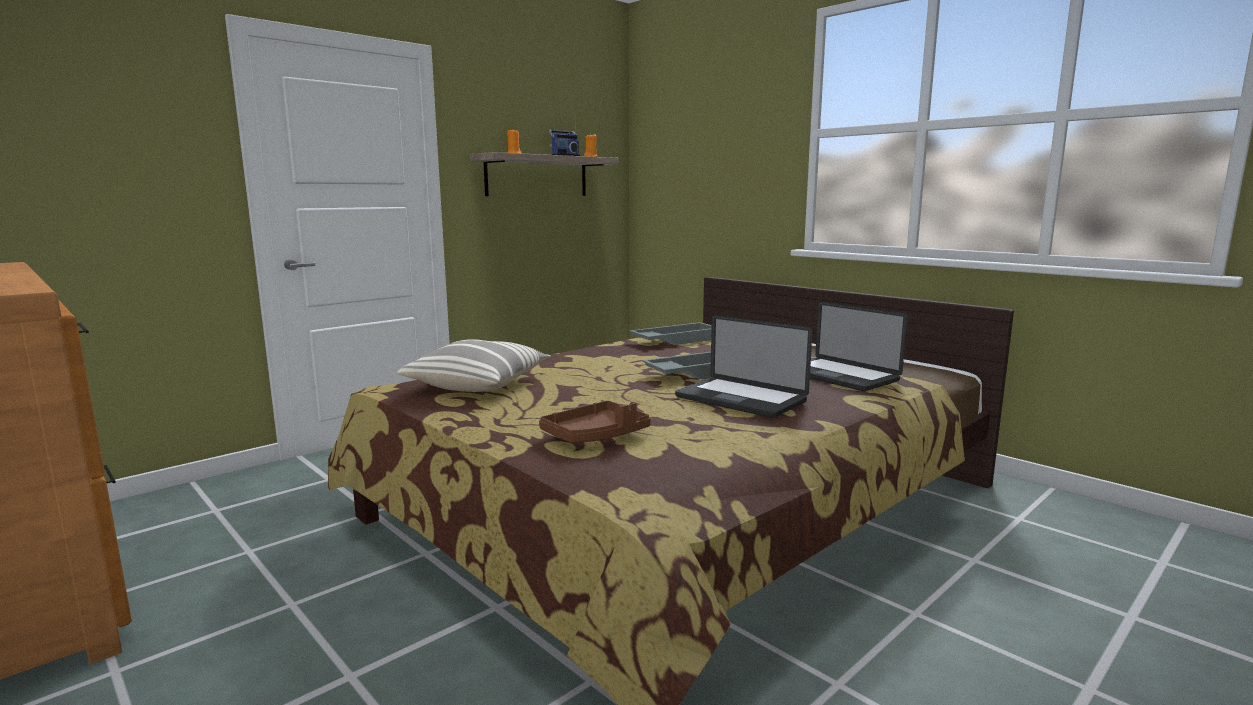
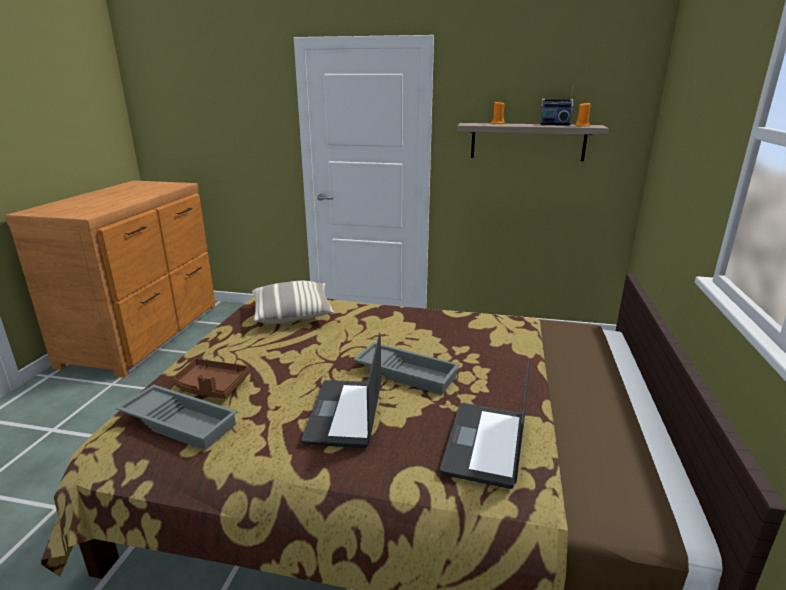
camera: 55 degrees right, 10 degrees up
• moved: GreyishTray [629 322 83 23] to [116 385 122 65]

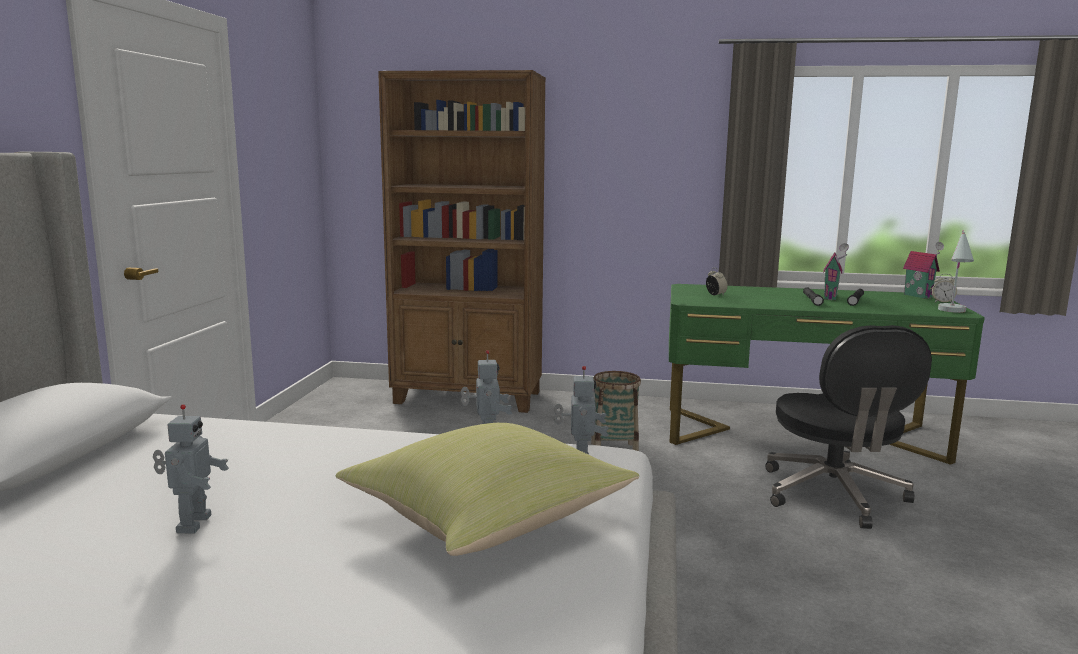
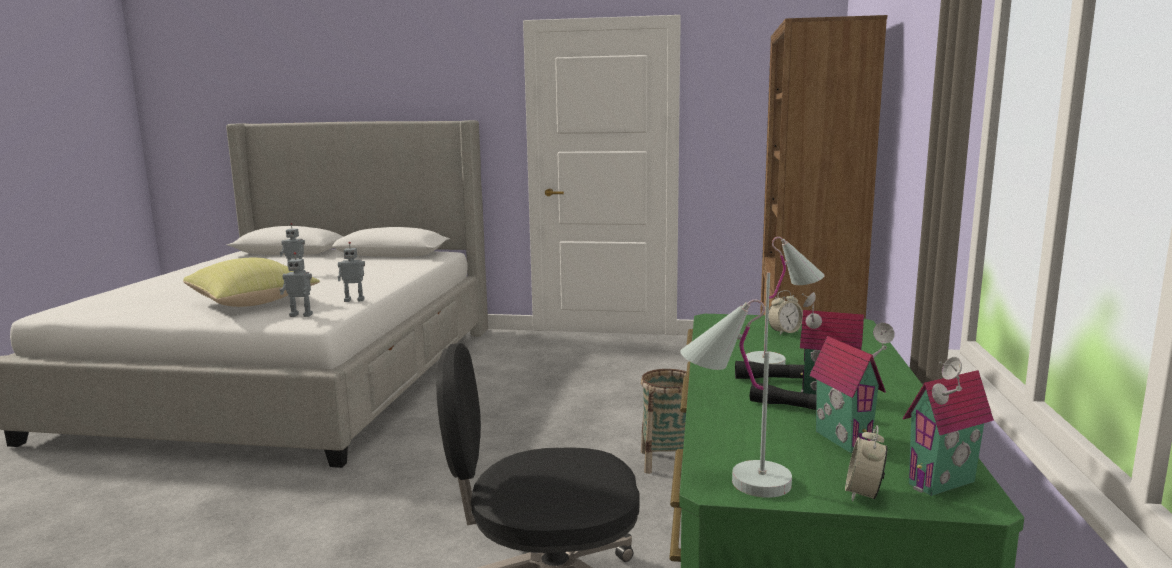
camera: 90 degrees right, 0 degrees up
• added: WhitishLampForATable [746 237 79 128]
• added: MiniatureHouse [809 323 86 130]

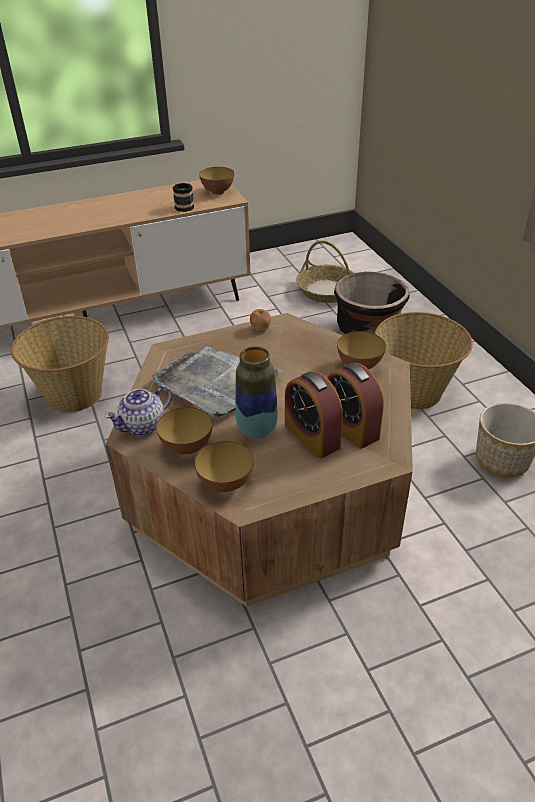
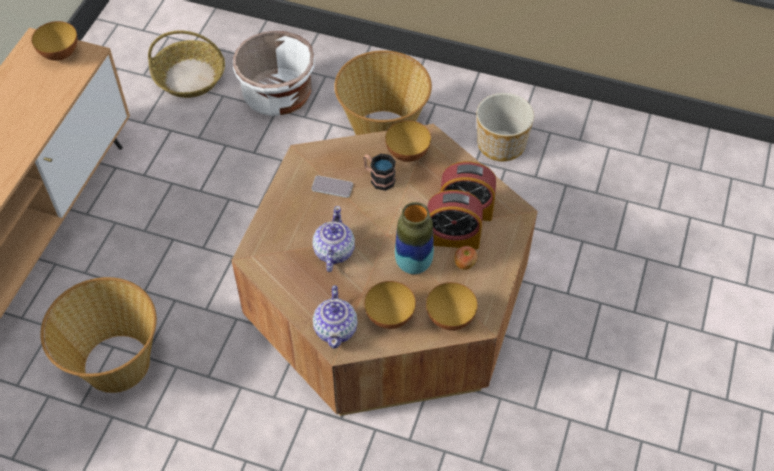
camera: 50 degrees left, 15 degrees up
• moved: Mug [173 182 21 30] to [363 154 33 37]
• recoloured: BlackishFlowerPot [334 272 76 62] to WhitishFlowerPot [233 31 82 85]
• moved: Apple [250 309 21 22] to [454 246 23 24]
• replaced: GreyishTray [152 346 131 71] to TeaPot [313 206 42 66]
• added: Telephone [312 176 41 22]

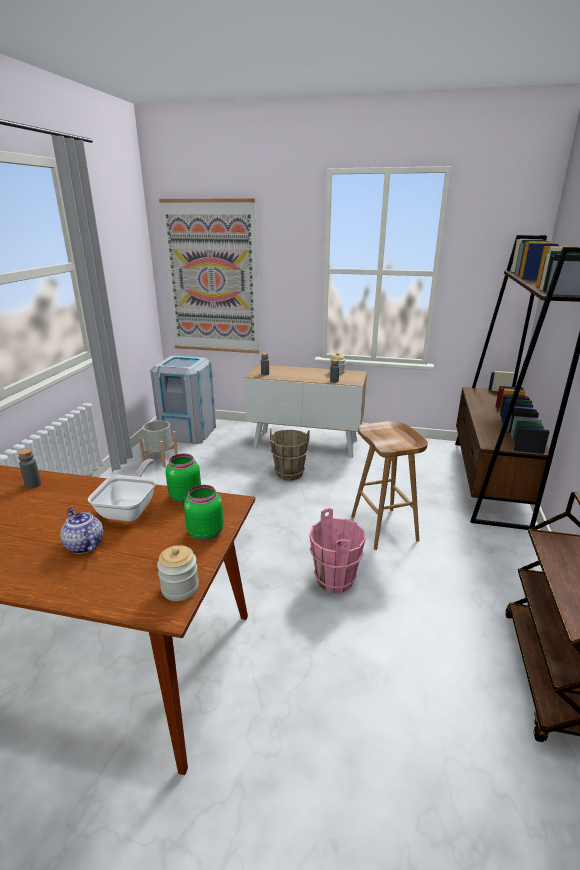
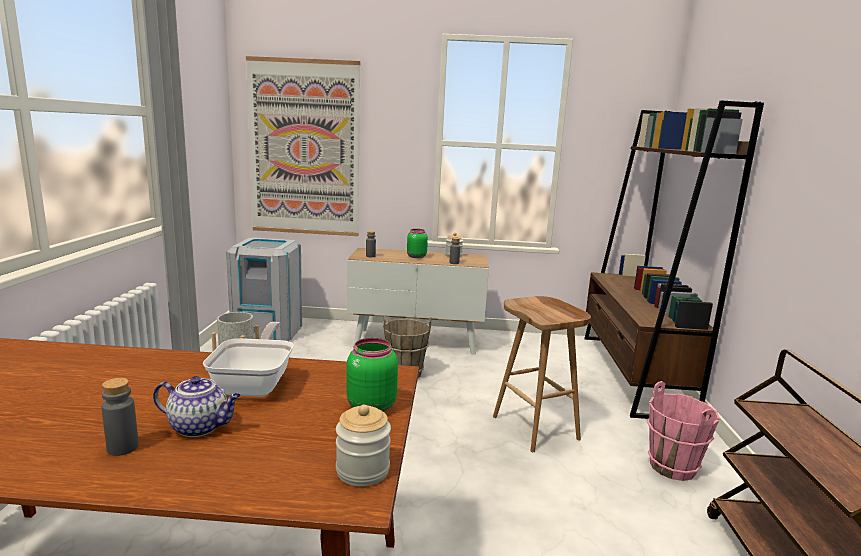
camera: 10 degrees left, 10 degrees down
• moved: GreyishBottle [18 449 23 40] to [101 378 38 78]
• moved: GreenStorageJar [166 454 35 49] to [407 229 21 29]
• turned: TeaPot [60 508 43 46] = [153 376 88 61] 150 degrees clockwise
• moved: PinkPail [309 508 57 85] to [647 381 73 100]

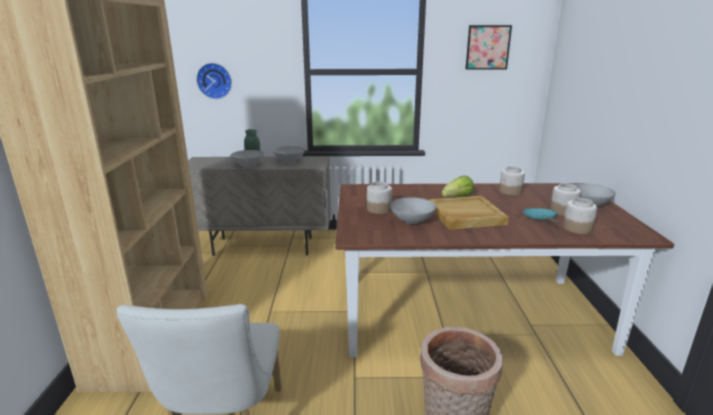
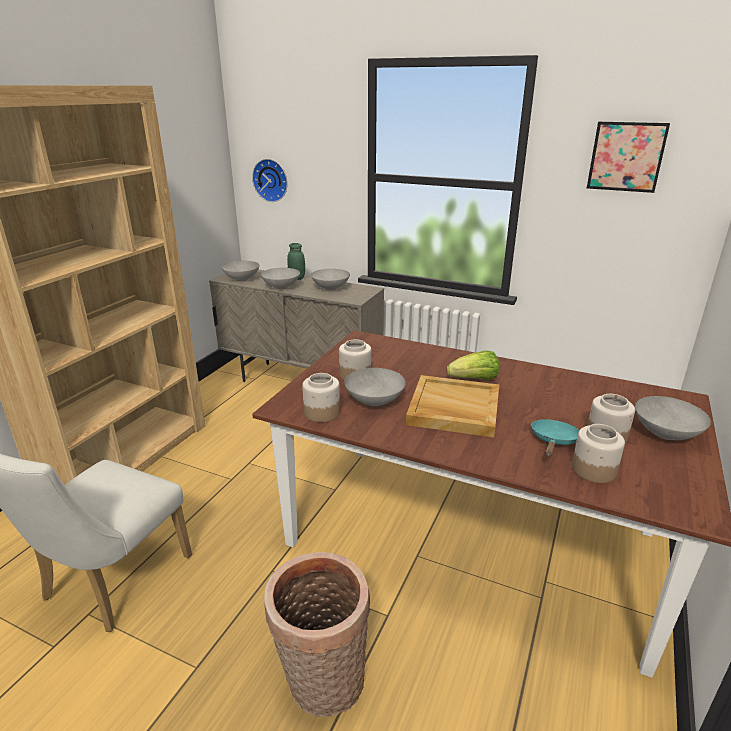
camera: 25 degrees right, 5 degrees up
• moved: StorageJar [499 166 26 29] to [302 373 38 49]
• added: GreyishBowl [222 261 38 20]

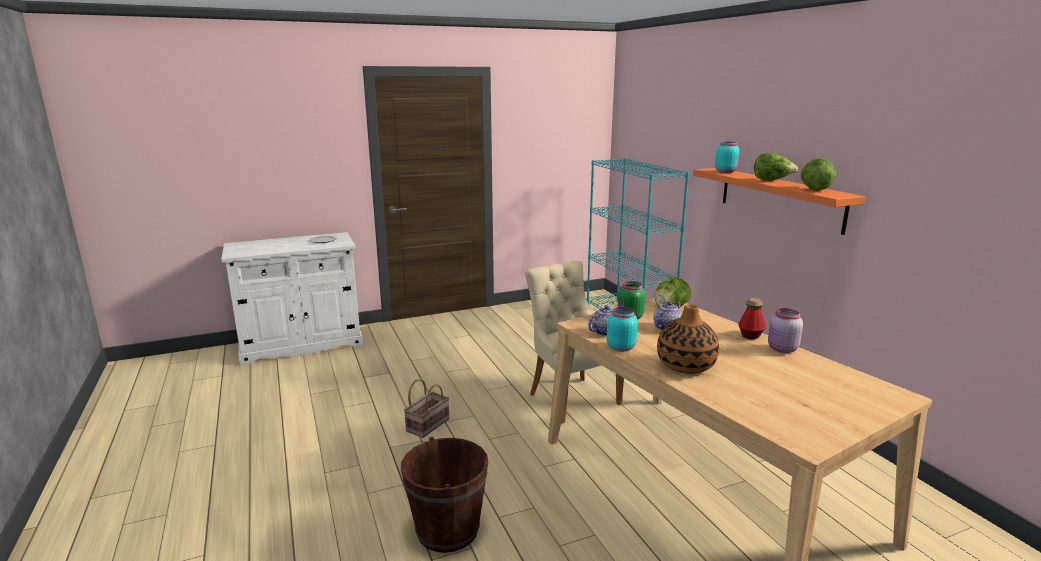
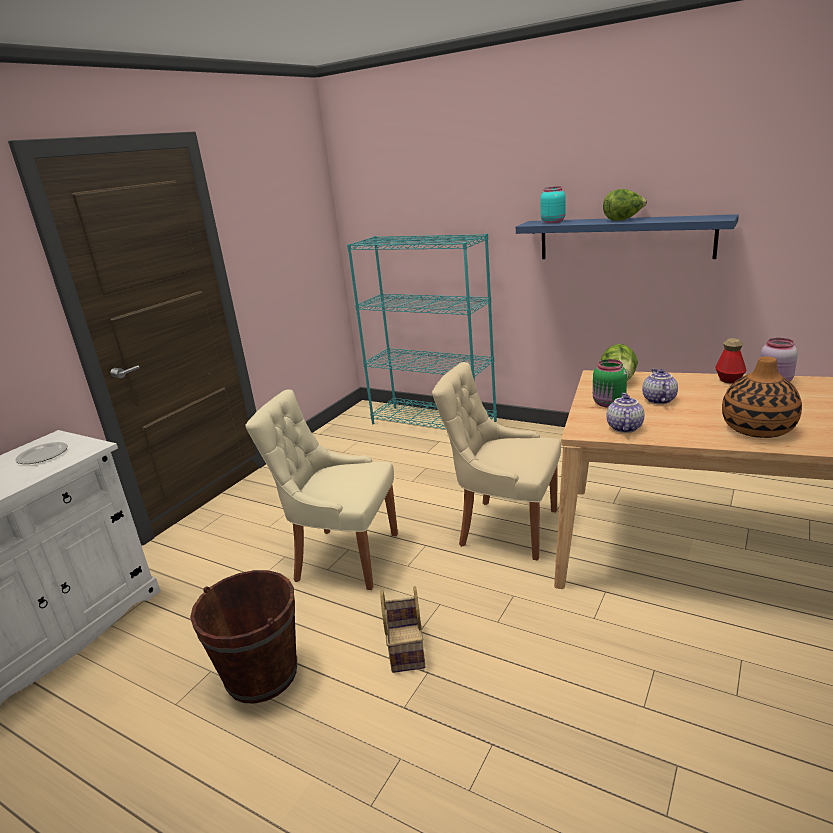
camera: 35 degrees left, 5 degrees up
• removed: LettuceHead [801 158 35 33]
• recoloured: OrangeColouredShelf [693 168 173 67] to BlueShelf [516 214 223 45]
• removed: BlueGreenStorageJar [607 307 31 45]
• moved: BrownPail [401 437 87 116] to [190 570 107 134]
• added: SandColouredChair [246 389 152 201]

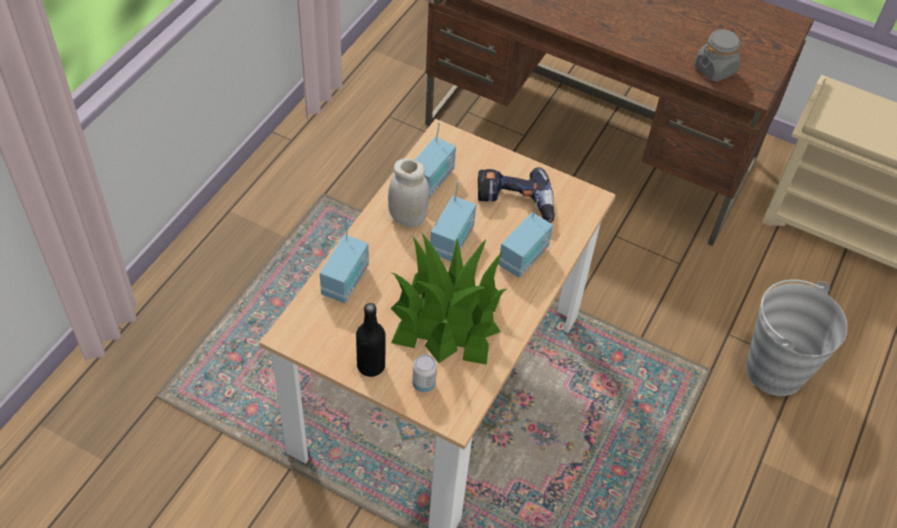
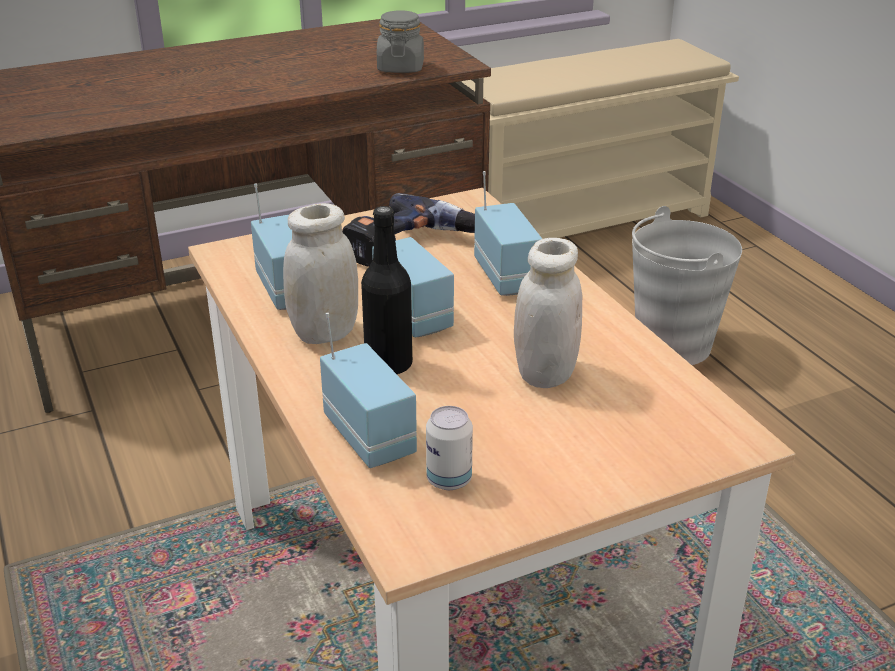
camera: 50 degrees left, 20 degrees down
• replaced: PlantInAPot [390 232 118 133] to WhitishStorageJar [514 238 68 150]
• moved: BlackishBottle [356 303 29 74] to [361 206 52 168]
• moved: Can [412 354 25 39] to [426 406 47 84]

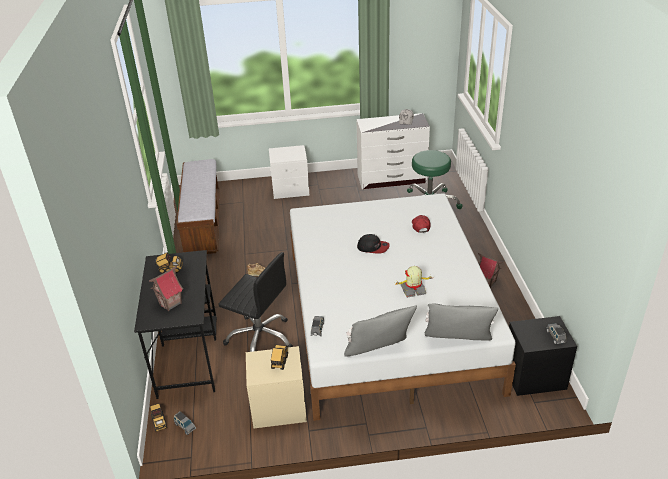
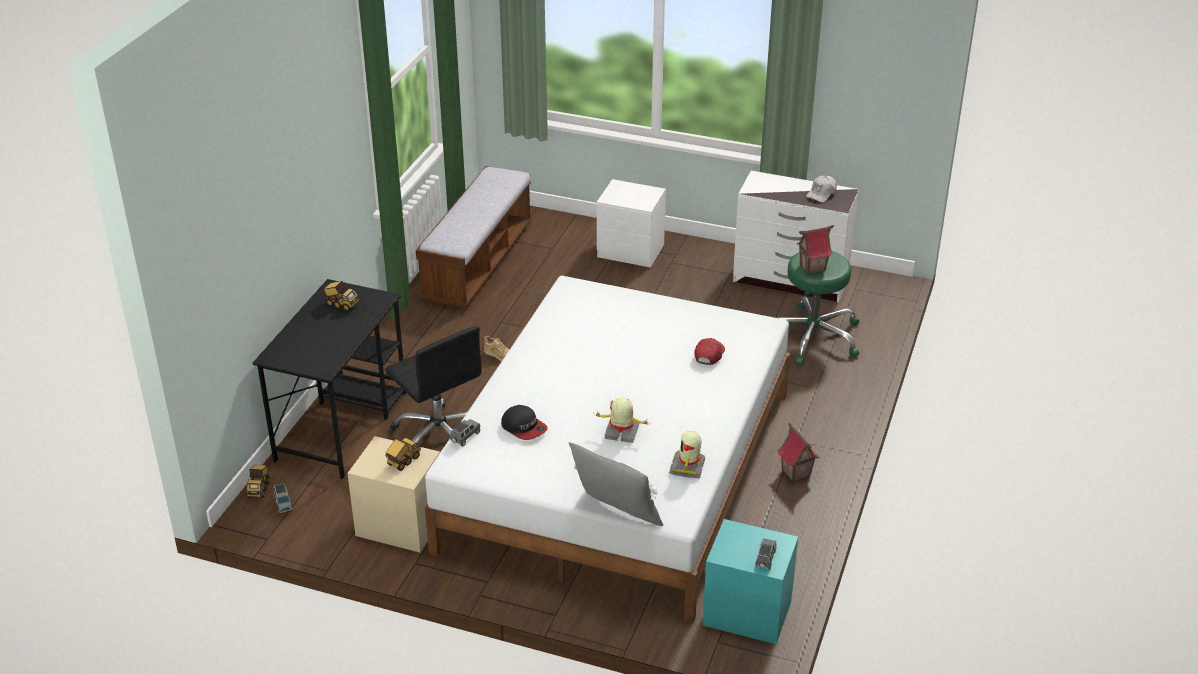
camera: 25 degrees right, 0 degrees up
• moved: BaseballCap [357 234 33 20] to [501 405 47 35]
• moved: MiniatureHouse [149 265 34 46] to [797 225 37 50]
• removed: GreyishCushion [344 306 73 51]
• recoloured: BlackishNightTable [509 316 68 80] to BlueGreenNightTable [702 519 96 125]
• added: ToyRobot [669 431 36 47]

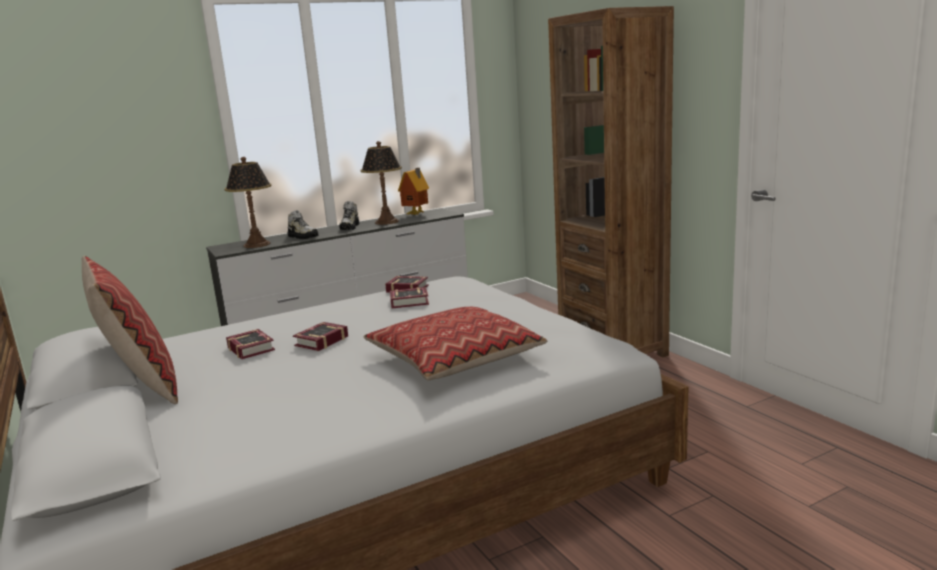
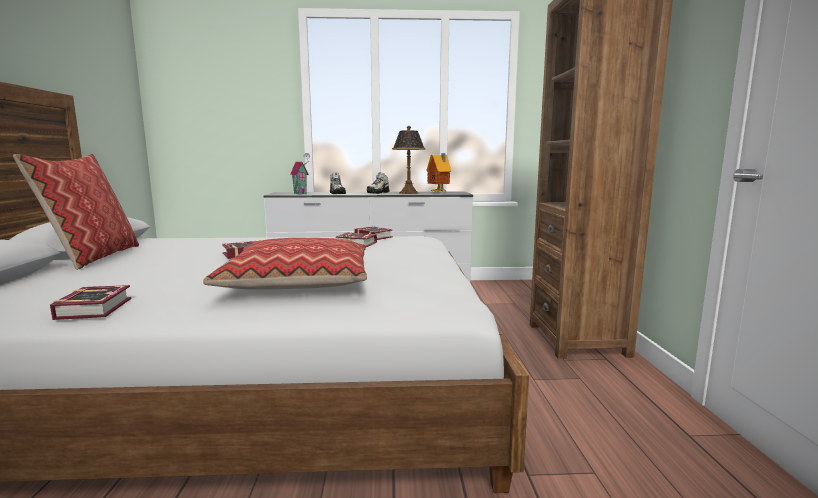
camera: 25 degrees right, 5 degrees down
• replaced: LampForATable [225 157 46 91] to MiniatureHouse [290 153 20 42]
• moved: Volume [226 329 49 30] to [50 285 82 35]

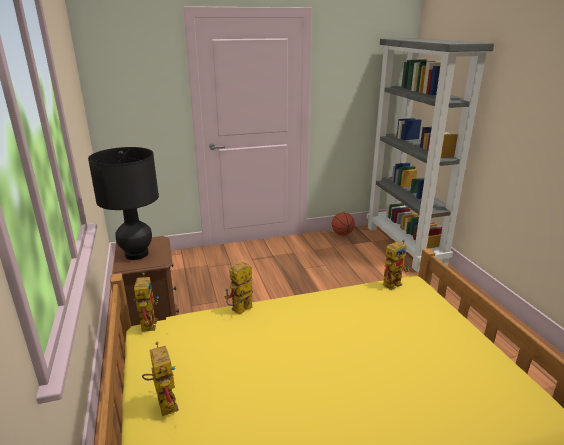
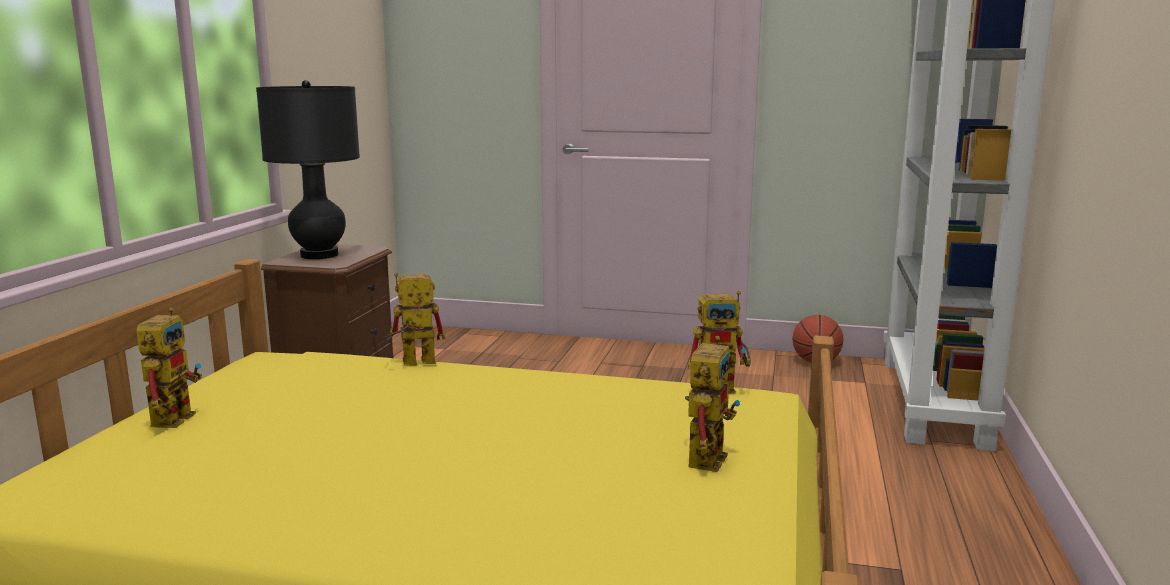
camera: 30 degrees right, 10 degrees down
• moved: ToyRobot [133 273 26 59] to [685 336 55 136]

